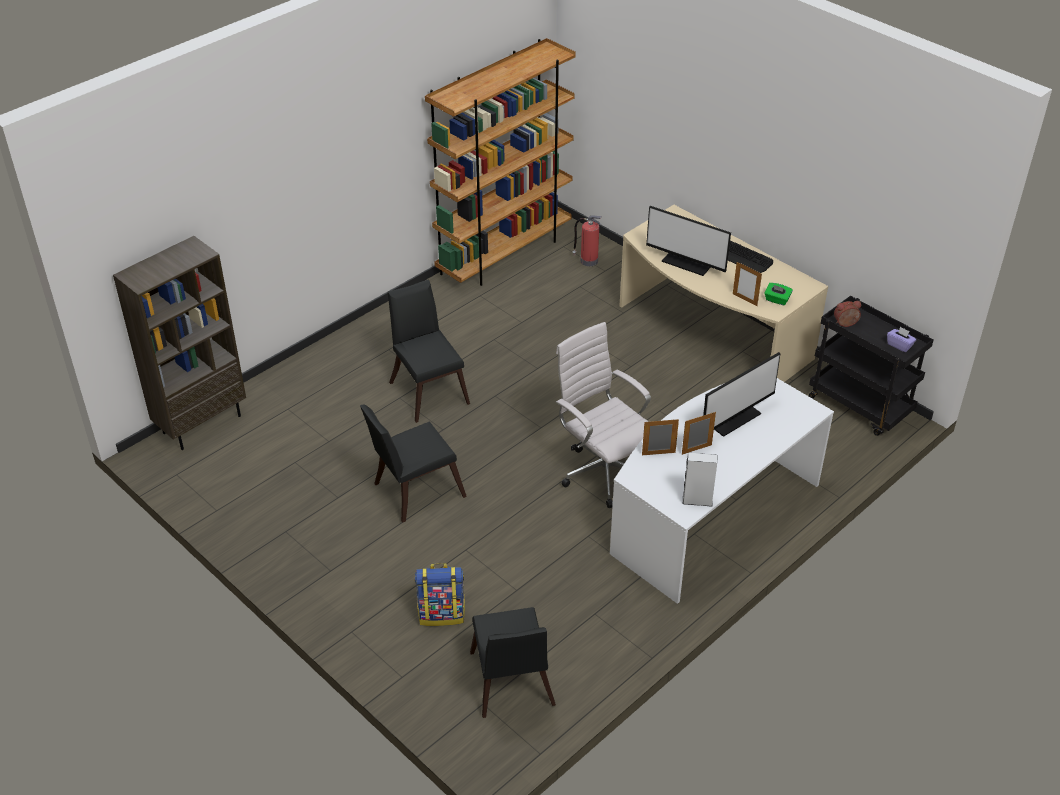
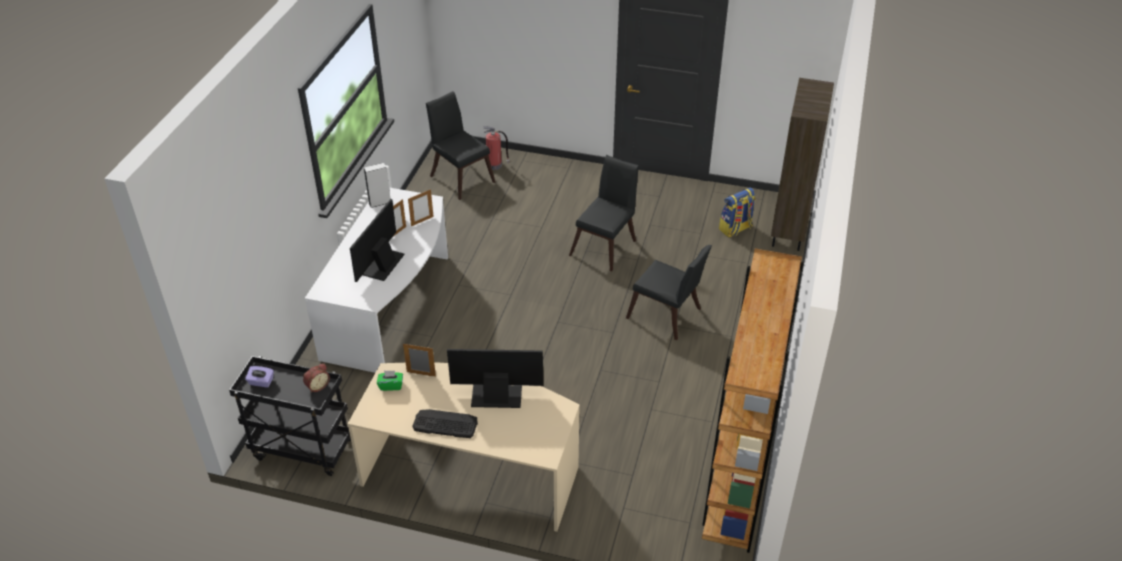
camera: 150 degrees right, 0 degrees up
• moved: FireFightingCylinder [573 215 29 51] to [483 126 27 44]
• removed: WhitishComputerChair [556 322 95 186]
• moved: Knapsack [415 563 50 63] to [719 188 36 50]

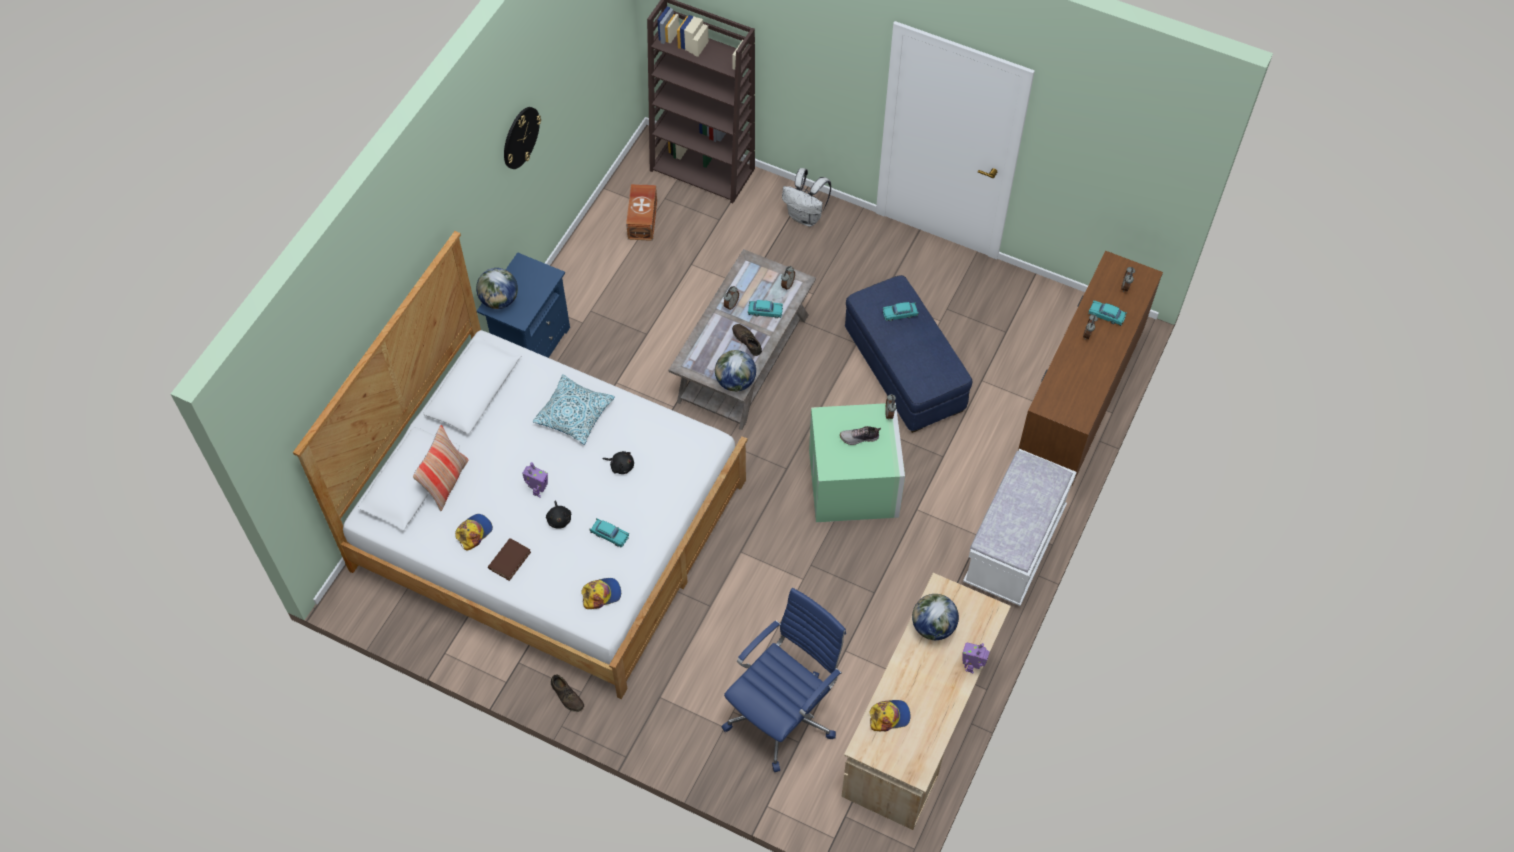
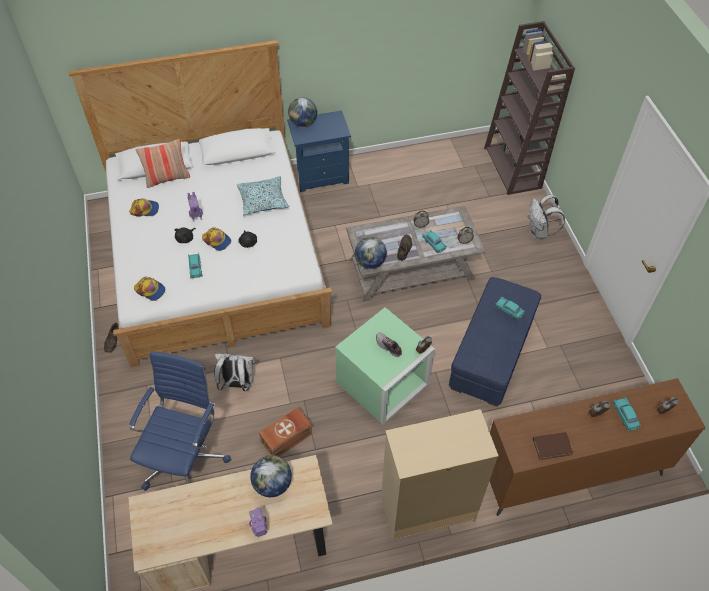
camera: 50 degrees right, 5 degrees down
• removed: ClockOnTheWall [504 107 37 62]
• moved: BrownStorageBox [626 184 31 57] to [259 407 53 49]
• replaced: WhitishBench [963 449 114 157] to SandColouredDresser [381 409 117 133]
• moved: BrownVolume [488 538 43 43] to [533 432 40 28]
• turned: BlueComputerChair [722 588 124 184] = [129 351 102 140] 75 degrees counterclockwise
• moved: BaseballCap [869 700 42 31] to [202 227 29 24]
• added: WhitishKnapsack [214 354 42 37]

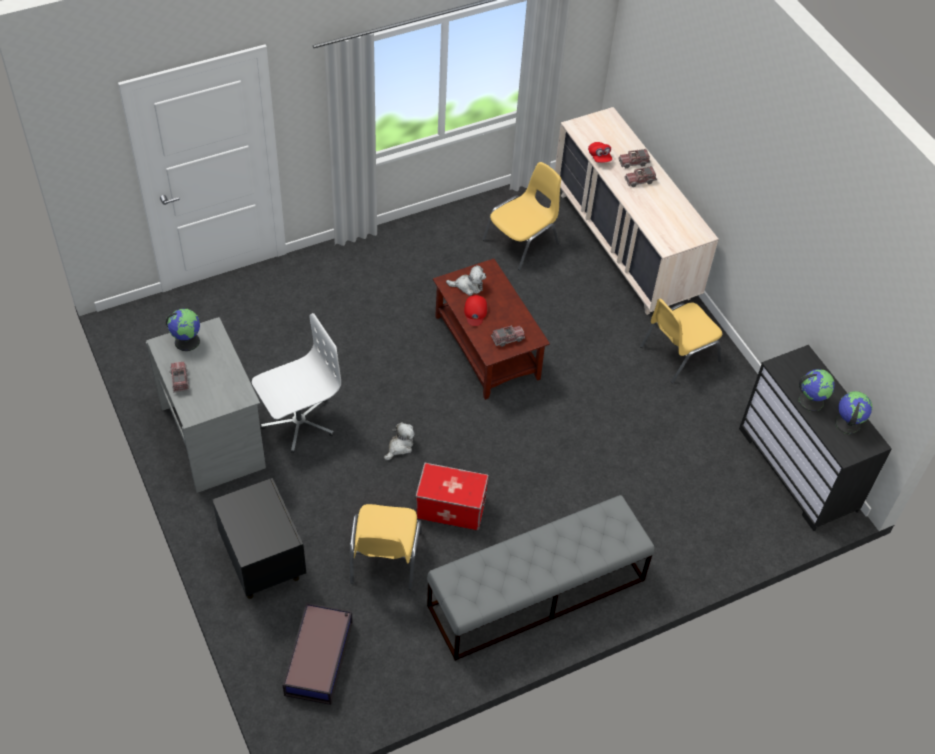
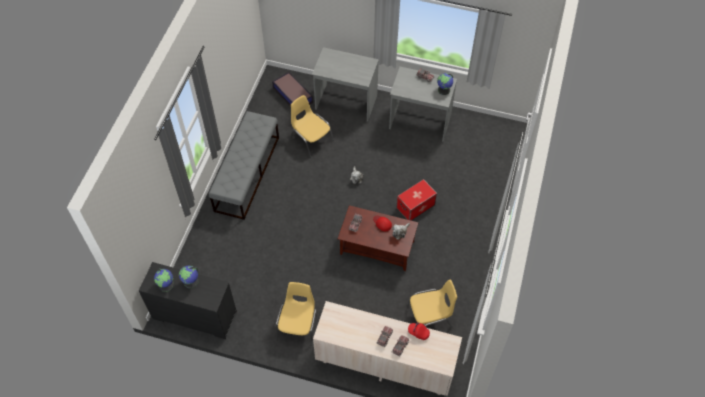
camera: 135 degrees right, 5 degrees up
• turned: YellowChair [482 162 79 108] = [406 280 51 47] 105 degrees counterclockwise
• removed: WhitishComputerChair [252 313 89 140]
• moved: StorageBox [415 463 74 68] to [397 179 40 41]
• replaced: BlackishNightTable [212 478 94 121] to GreyishDeskUnit [312 47 67 75]

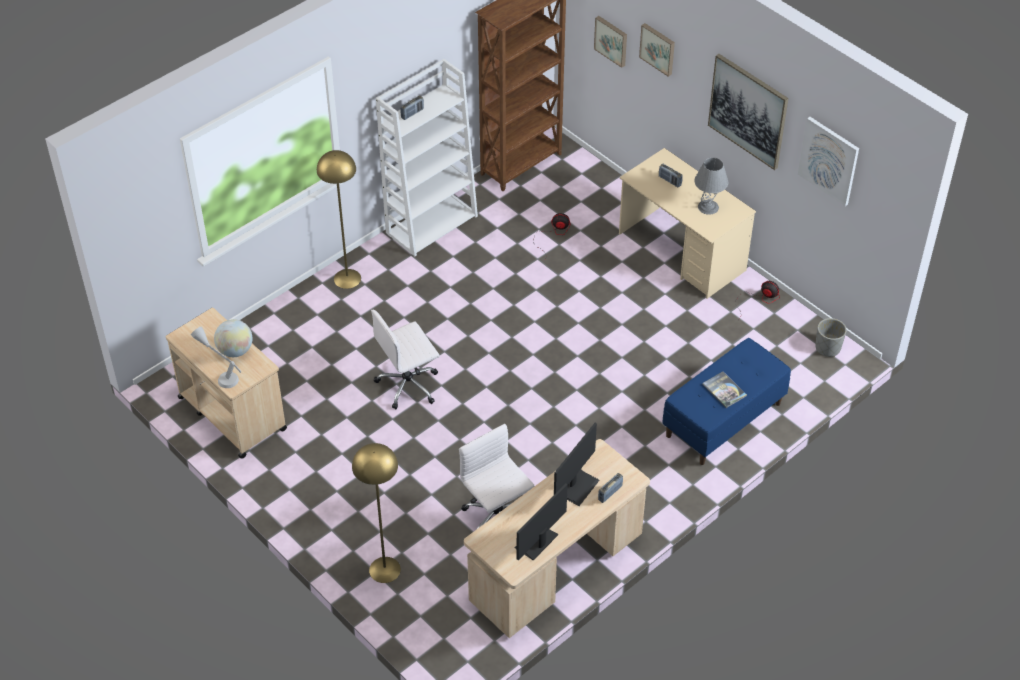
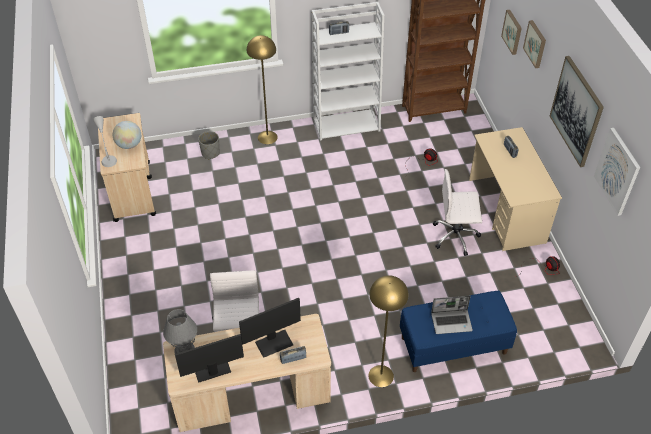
camera: 30 degrees right, 0 degrees up
• moved: GreyishLampForATable [694 158 34 57] to [163 309 34 45]
• moved: WhitishComputerChair [371 310 69 99] to [433 169 49 87]
• moved: GreyishFlowerPot [815 318 31 39] to [198 131 22 28]
• replaced: Volume [702 371 45 37] to NotebookComputer [431 296 42 38]
• moved: YellowStandardLamp [352 443 49 140] to [369 275 40 112]

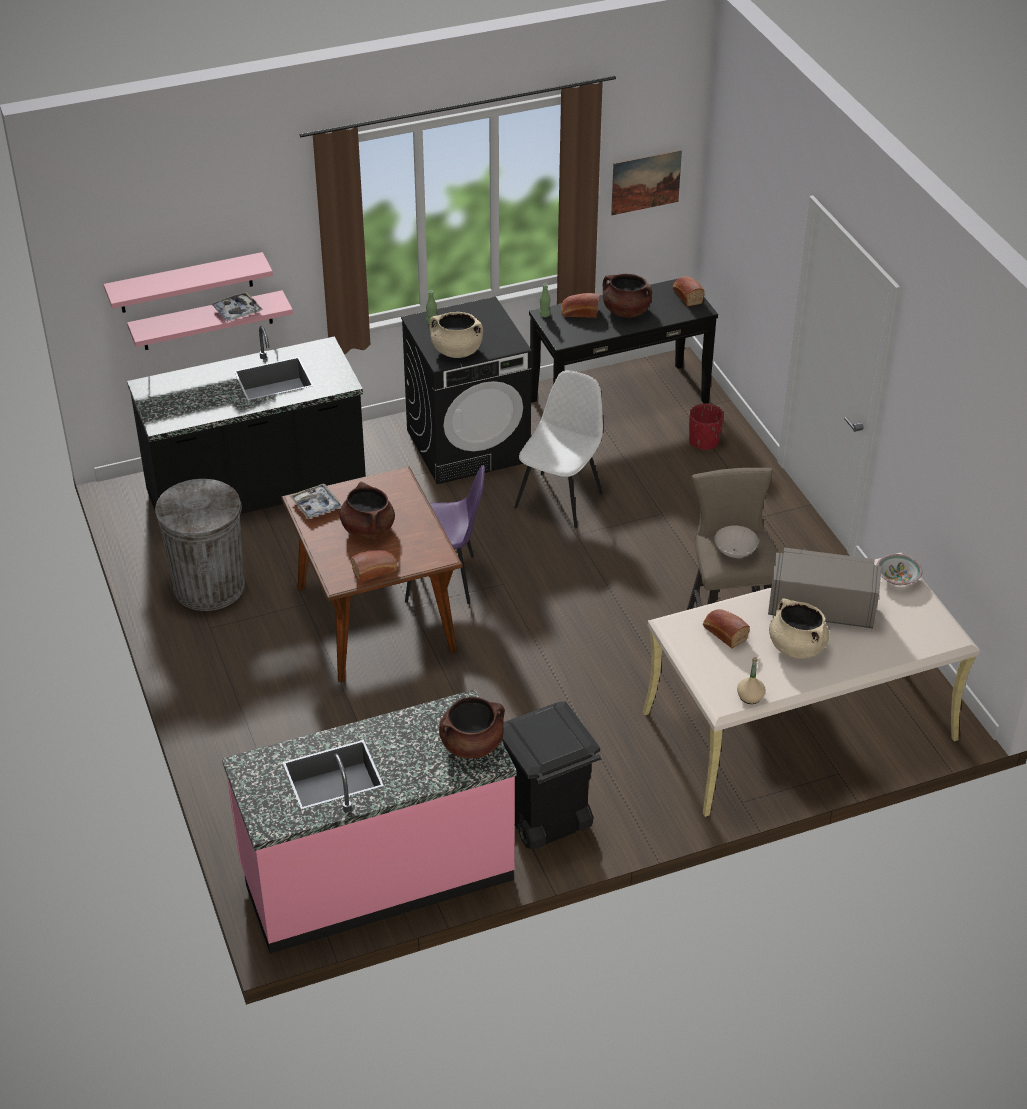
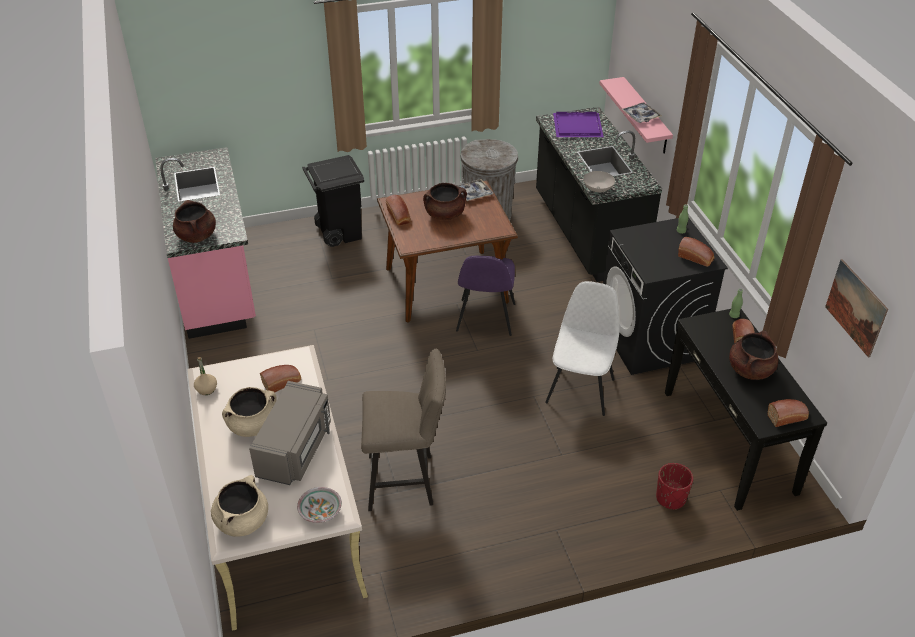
camera: 95 degrees right, 0 degrees up
• removed: PinkShelf [104 252 169 61]
• moved: SandColouredCookingPot [429 312 54 46] to [211 475 57 62]
• turned: WhitishChair [514 370 89 159] = [545 281 75 135] 105 degrees counterclockwise
• moved: WhitishBowl [714 526 45 32] to [583 171 32 21]
• moved: BlackishRubbishBin [502 701 99 148] to [302 155 62 92]
• added: PurpleColouredTray [553 112 51 26]
• added: BakeryBread [678 237 36 30]

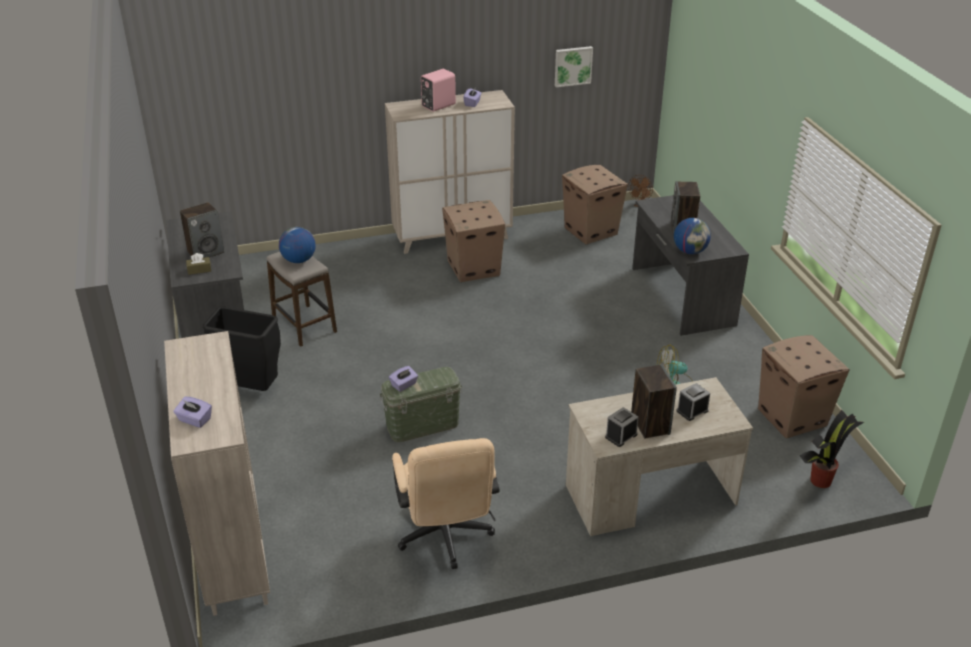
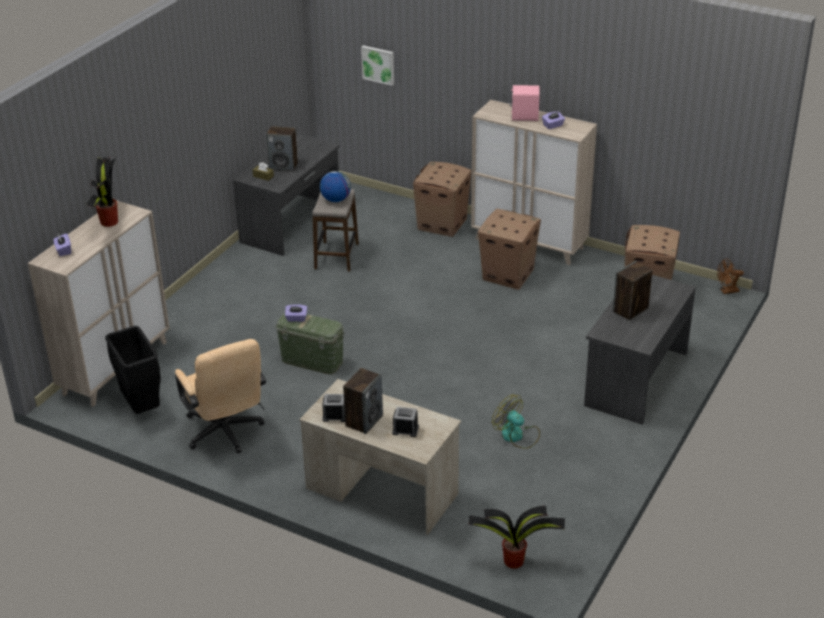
camera: 45 degrees right, 0 degrees up
• moved: WallPicture [555 46 38 41] to [361 45 33 41]
• removed: DeskGlobe [674 218 37 36]
• moved: BlackishRubbishBin [203 307 78 84] to [105 326 56 88]
• moved: CardboardBox [758 335 92 103] to [413 162 59 75]
• turned: SandColouredComputerChair [392 438 108 131] = [175 339 91 115] 60 degrees counterclockwise
• added: PlantInAPot [86 157 32 70]

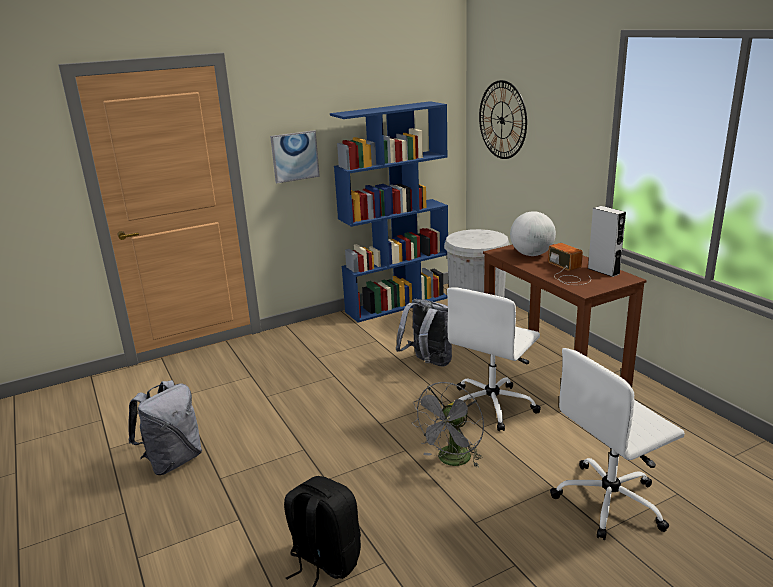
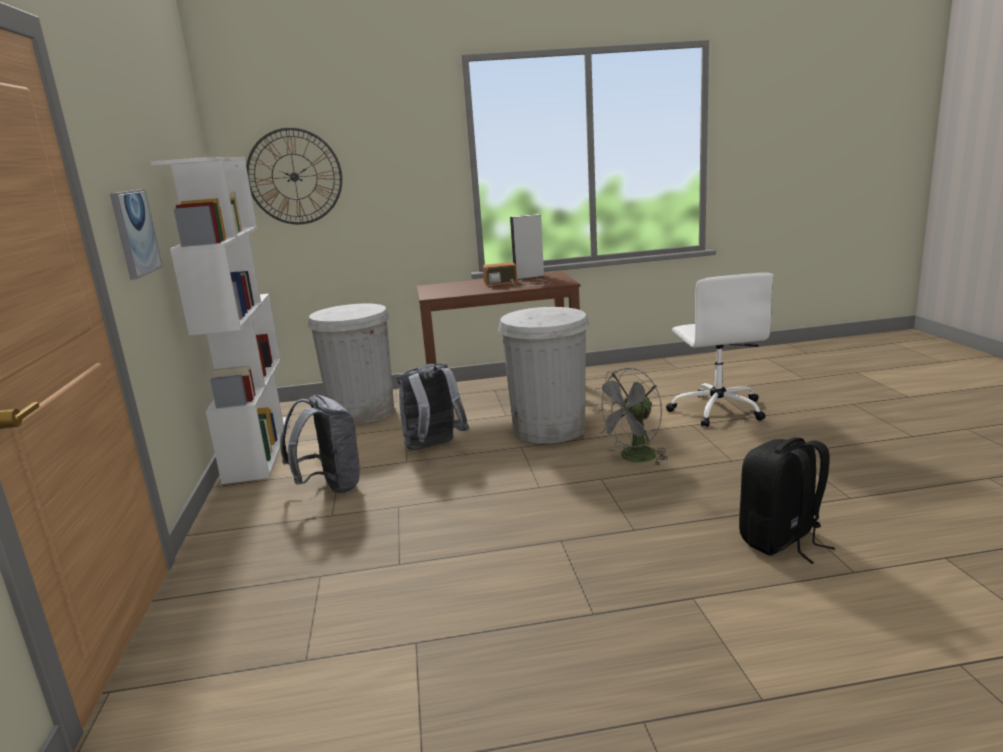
camera: 70 degrees left, 5 degrees down
• recoloured: BlueShelvingUnit [330 101 118 221] to WhitishShelvingUnit [151 157 140 327]
• removed: DeskGlobe [510 211 46 45]
• replaced: WhitishComputerChair [447 288 94 143] to WhitishRubbishBin [498 307 92 137]
• moved: GreyishKnapsack [128 380 74 95] to [280 395 81 99]
• turned: GreyishCoolingFan [412 382 72 86] = [592 367 76 98] 90 degrees clockwise

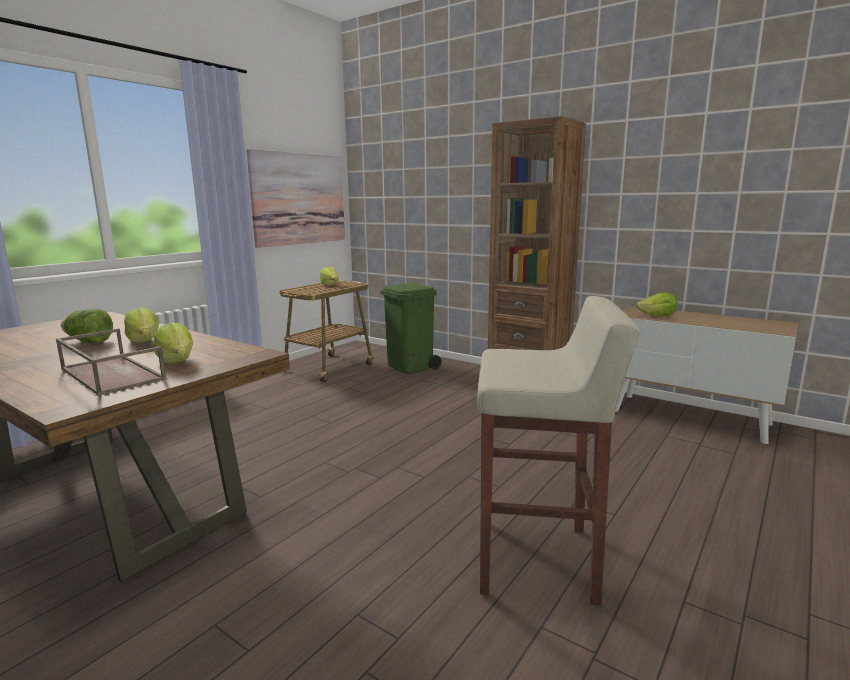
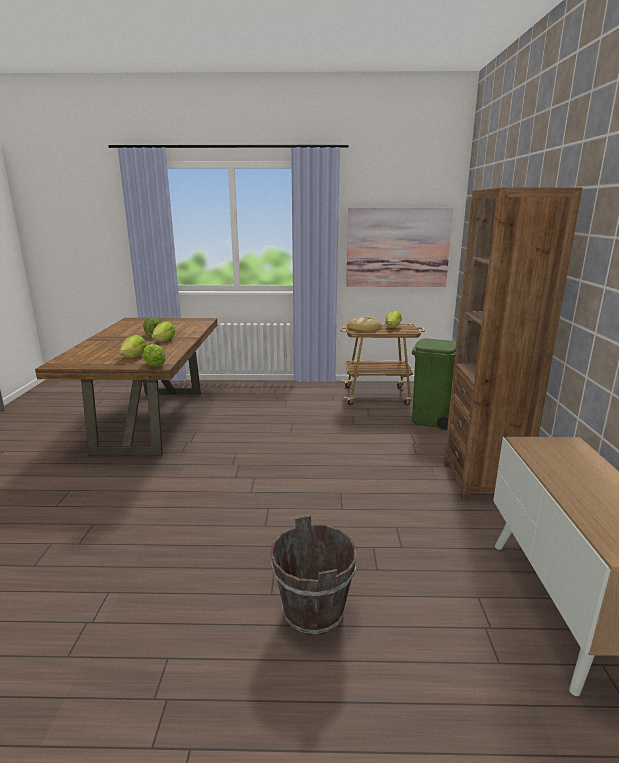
camera: 55 degrees right, 5 degrees up
• moved: LettuceHead [636 292 42 25] to [143 344 23 23]
• removed: SandColouredStoolSeat [477 296 163 309]
• removed: BrownTray [56 329 110 67]
• added: BakeryBread [347 317 35 14]
• added: BrownPail [271 515 86 121]

